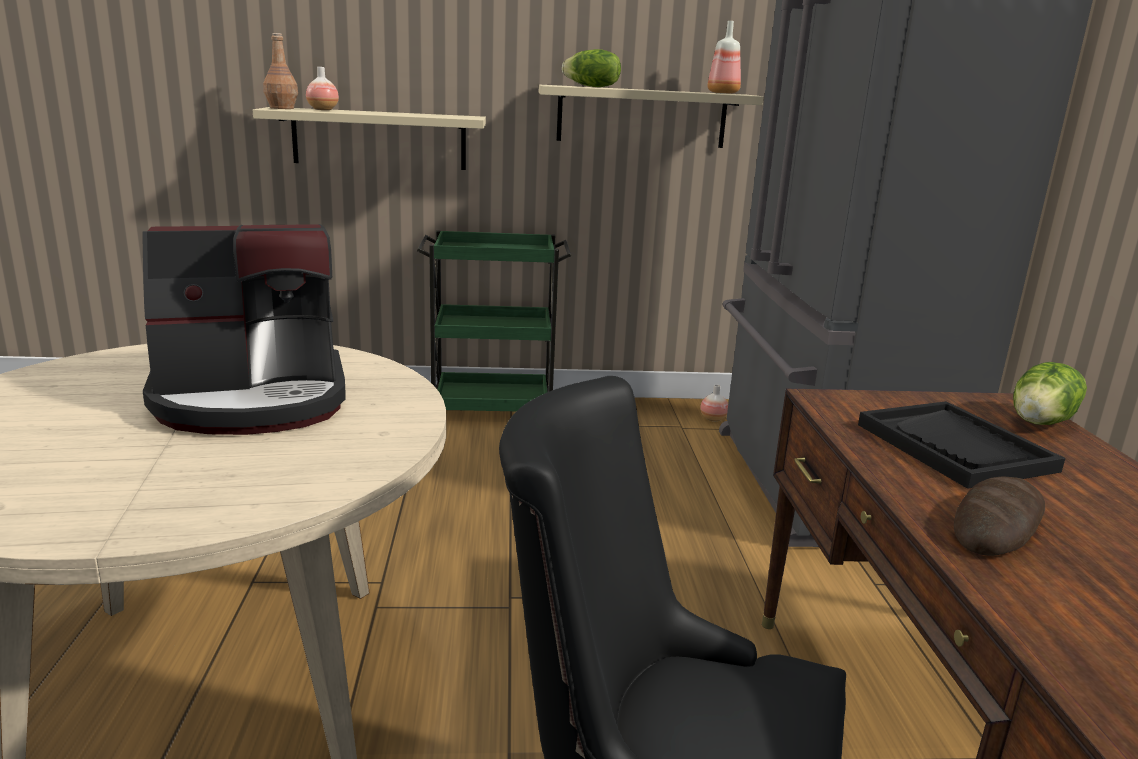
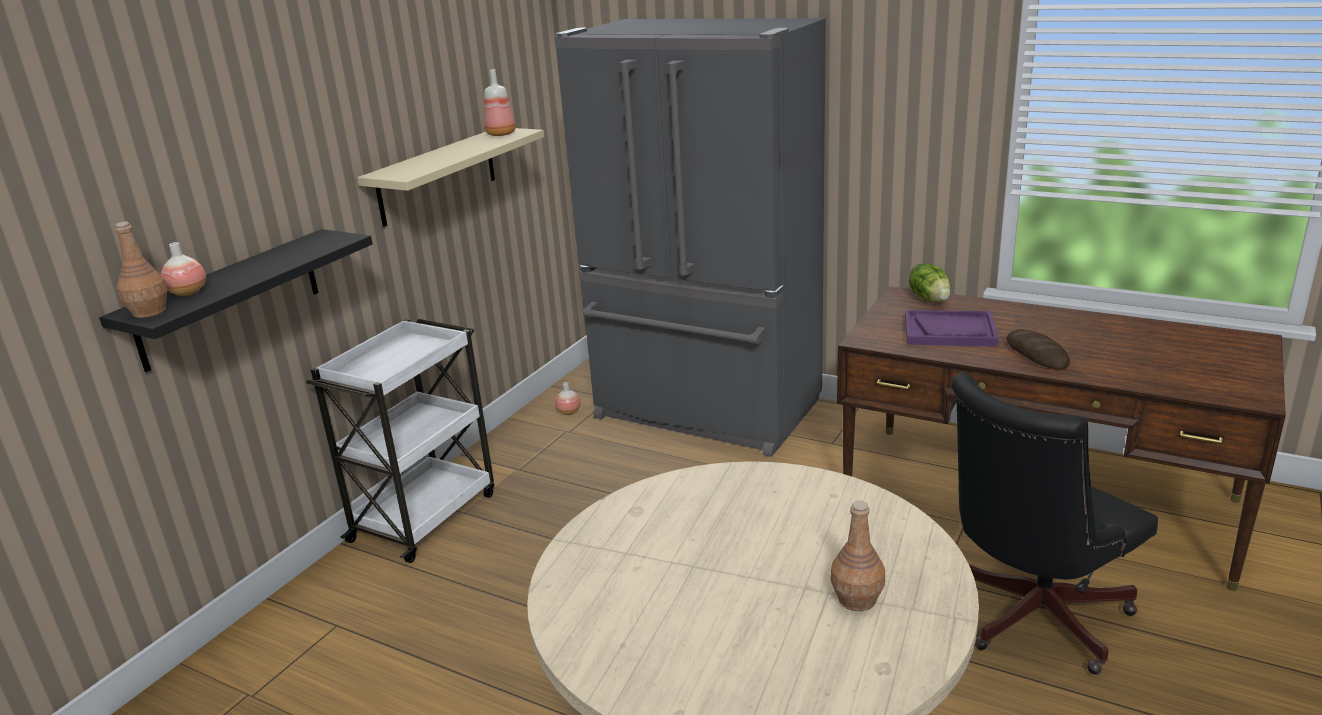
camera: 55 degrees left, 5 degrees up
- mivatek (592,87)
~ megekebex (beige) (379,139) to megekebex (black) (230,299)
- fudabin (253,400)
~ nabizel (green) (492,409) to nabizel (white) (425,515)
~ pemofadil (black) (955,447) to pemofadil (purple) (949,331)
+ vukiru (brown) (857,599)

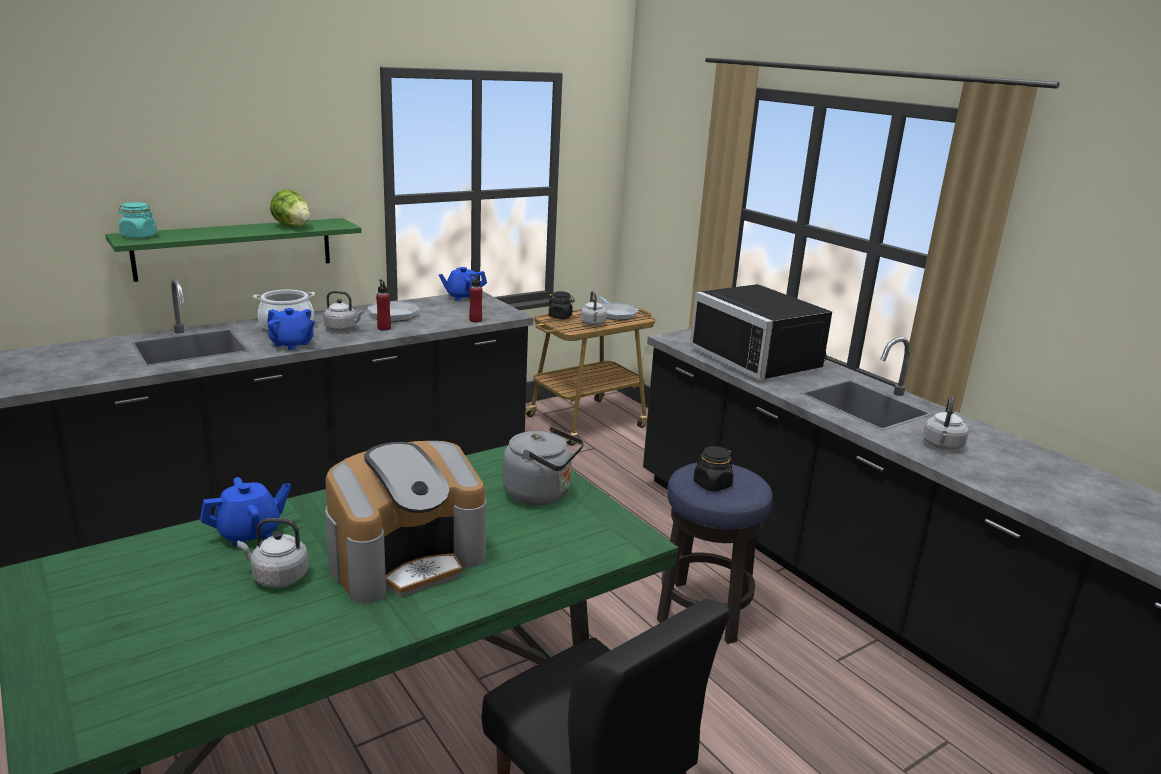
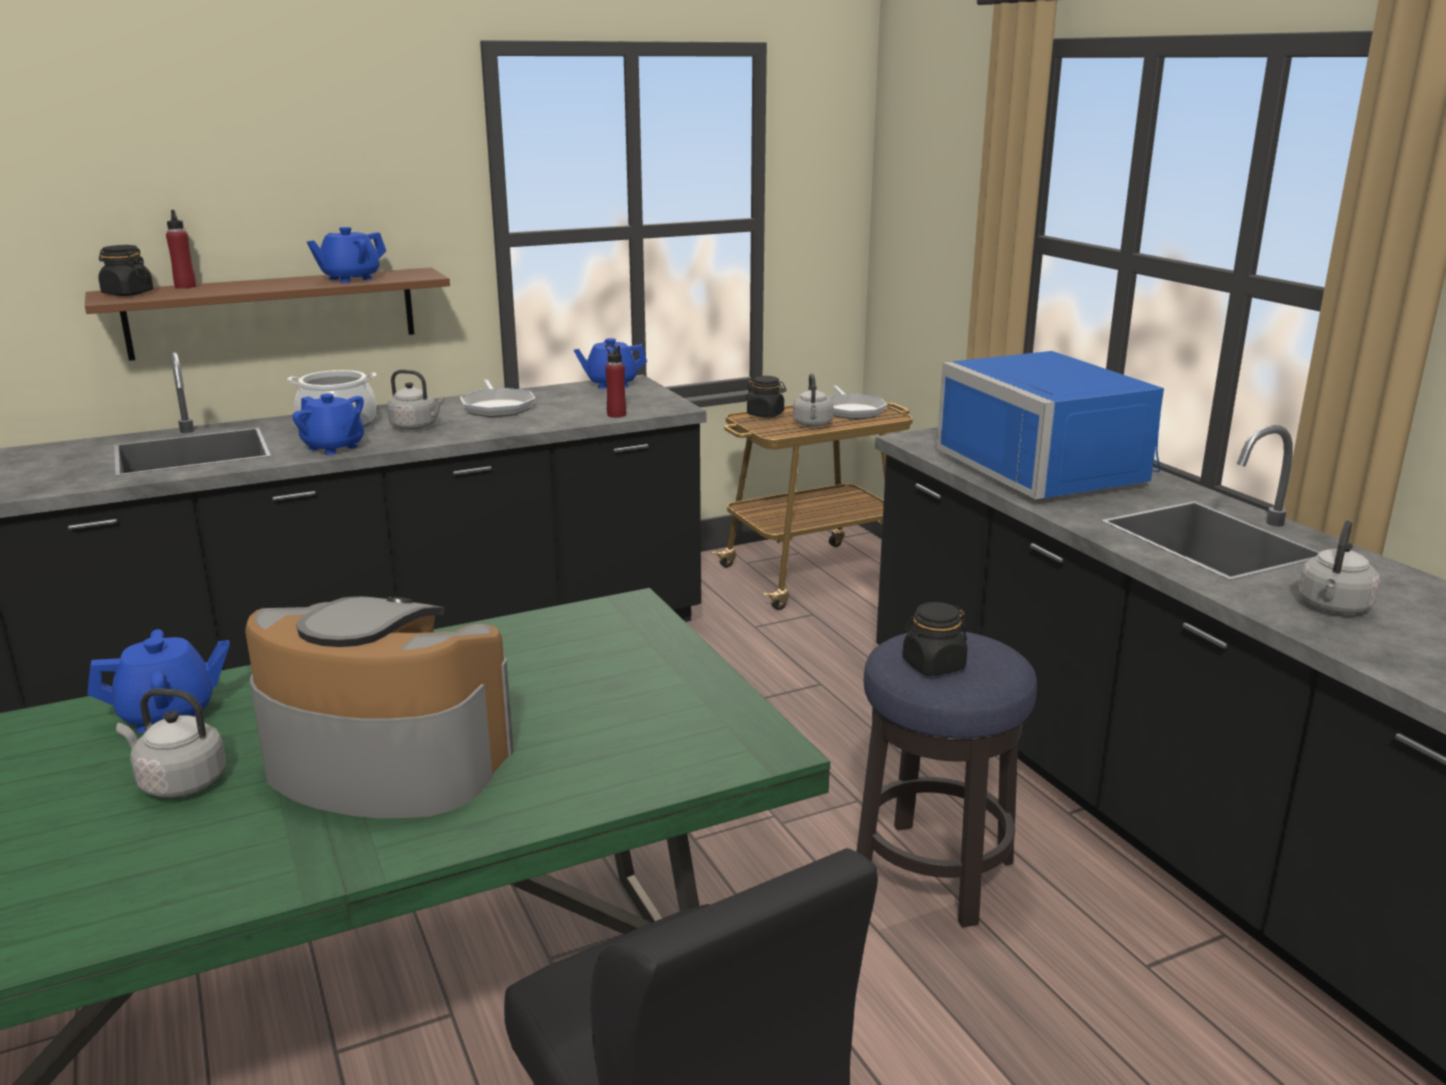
camera: 10 degrees right, 0 degrees up
~ mivatek (292,227) to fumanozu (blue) (350,279)
~ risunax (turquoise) (139,236) to risunax (black) (127,293)
~ megekebex (green) (235,248) to megekebex (brown) (273,312)
~ vukiru (red) (384,328) to (185,287)
~ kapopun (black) (761,359) to kapopun (blue) (1052,469)
- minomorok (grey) (541,494)
~ fudabin (407,559) = (384,763) 135 degrees counterclockwise

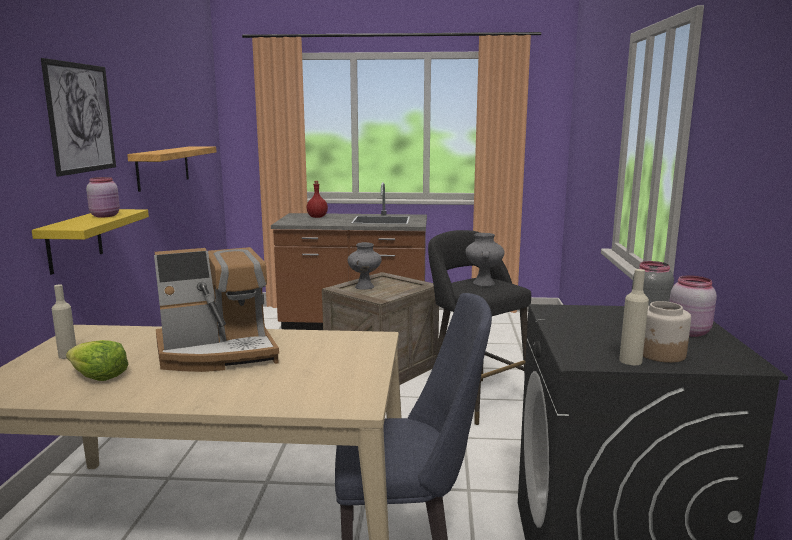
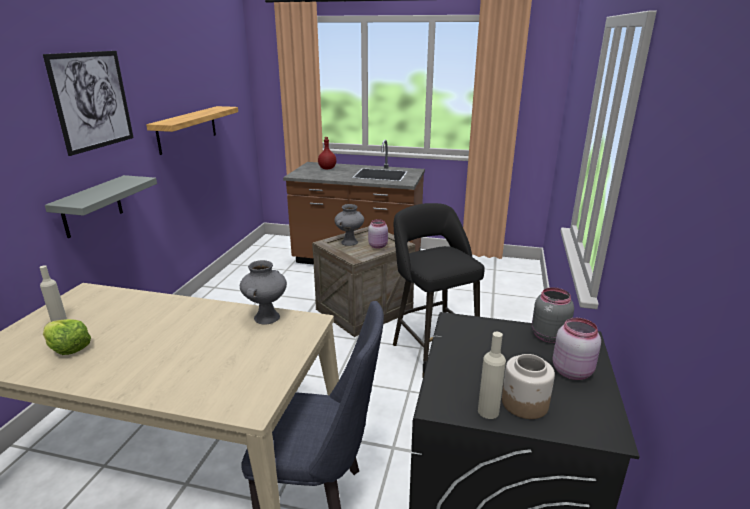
camera: 10 degrees right, 10 degrees up
~ risunax (pink) (106,216) to (378,246)
~ megekebex (yellow) (74,241) to megekebex (grey) (92,206)
~ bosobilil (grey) (483,283) to (266,317)
- fudabin (218,352)

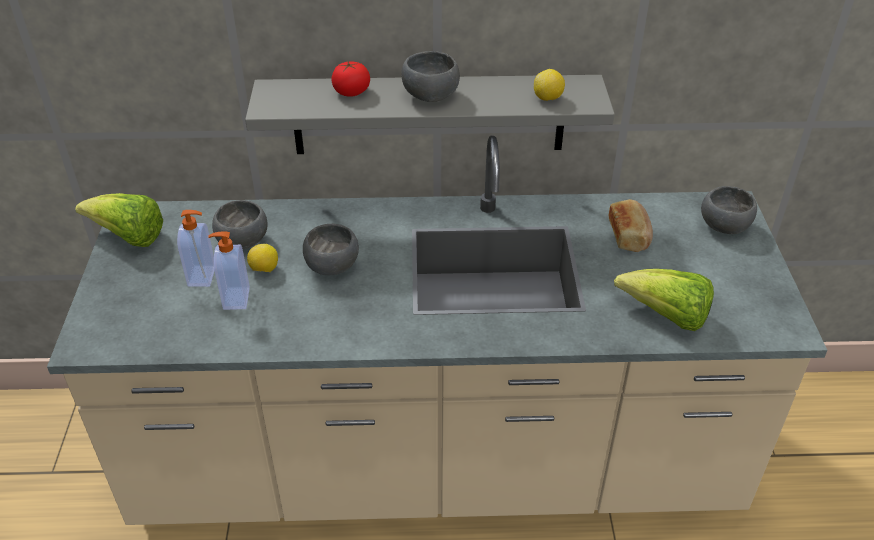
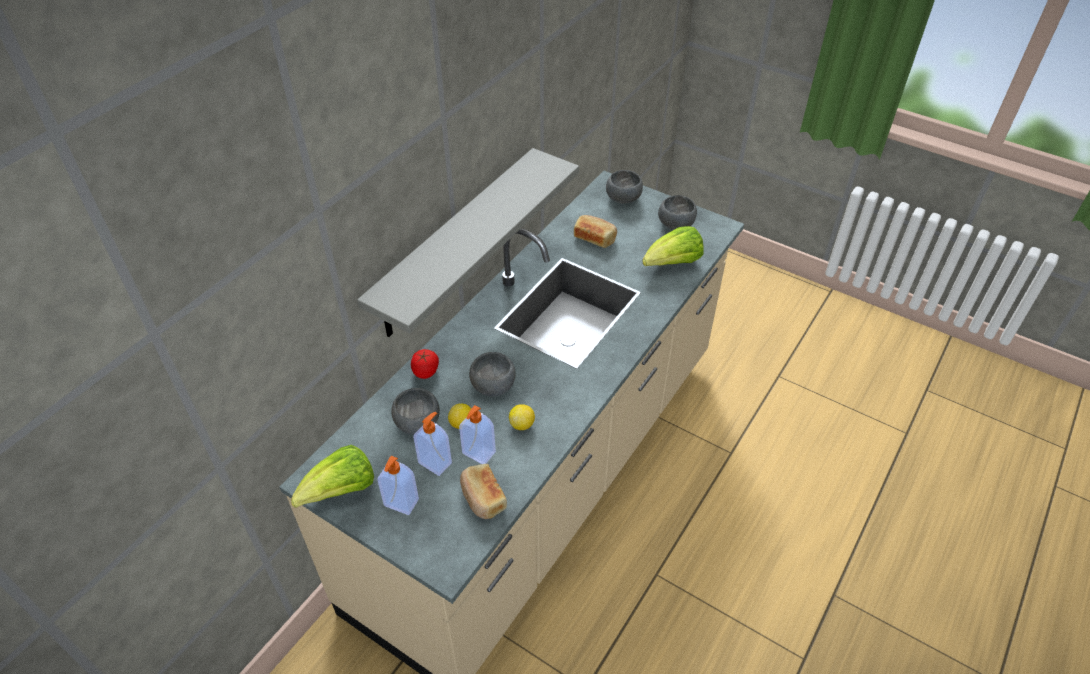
camera: 55 degrees left, 5 degrees up
~ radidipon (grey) (430,97) to (676,225)
~ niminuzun (351,92) to (425,371)
~ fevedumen (548,98) to (522,424)
+ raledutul (401,503)
+ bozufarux (482,498)

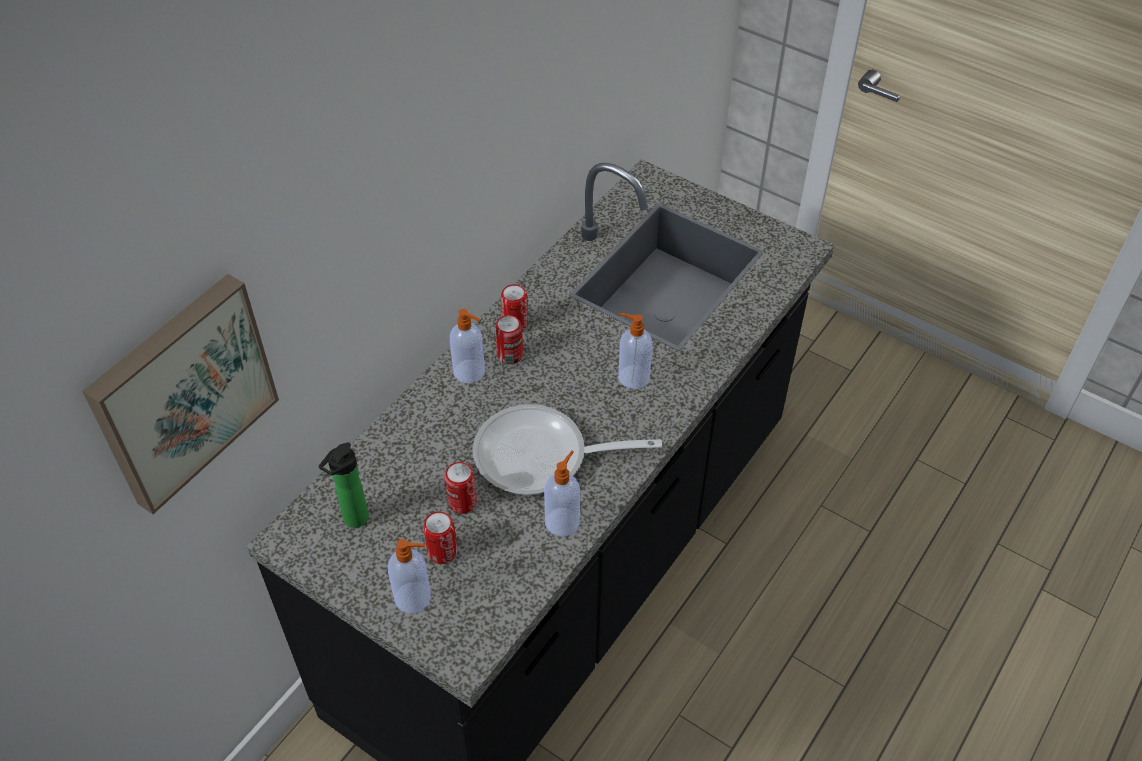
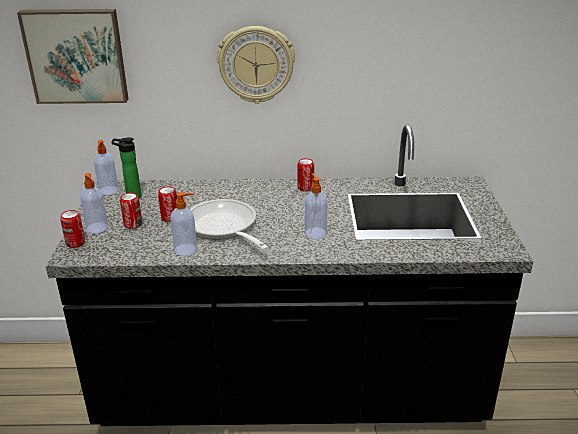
camera: 55 degrees right, 20 degrees down
~ raledutul (470,372) to (108,191)
~ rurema (510,355) to (75,243)
+ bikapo (256,64)

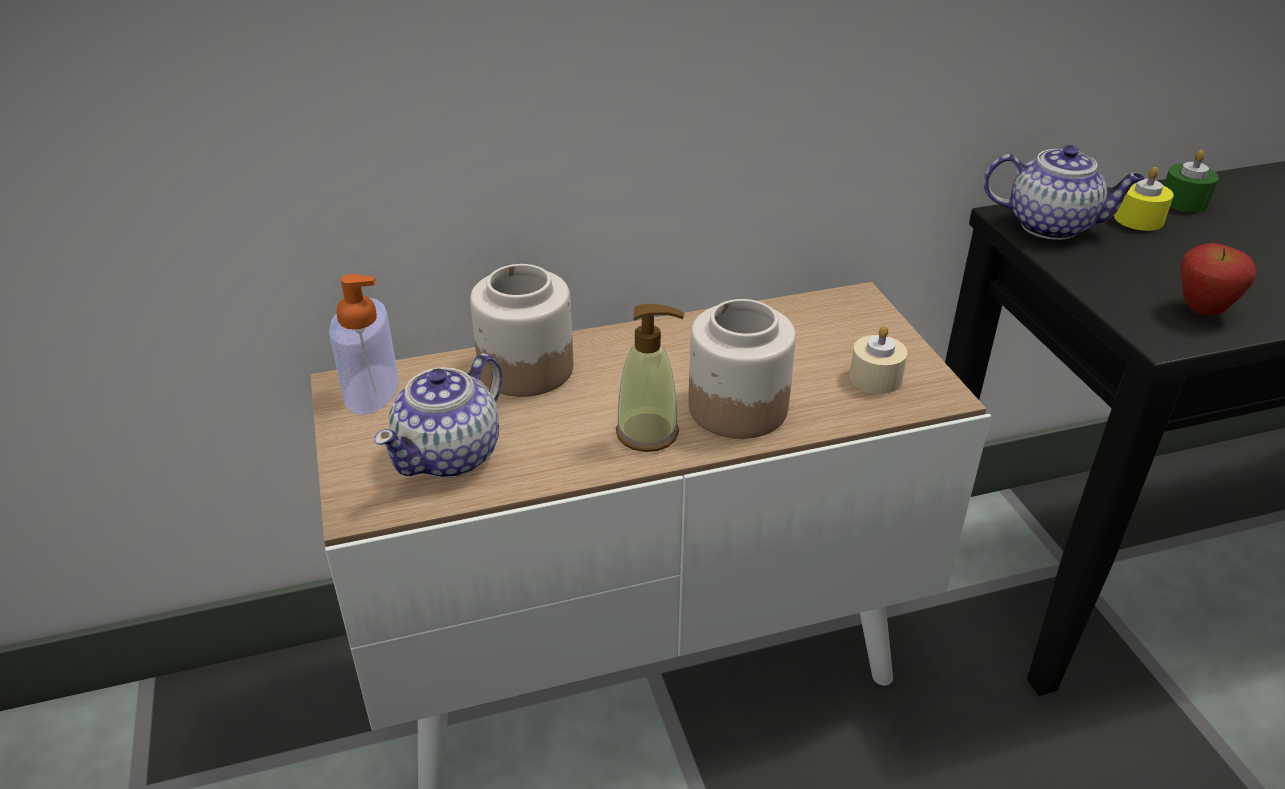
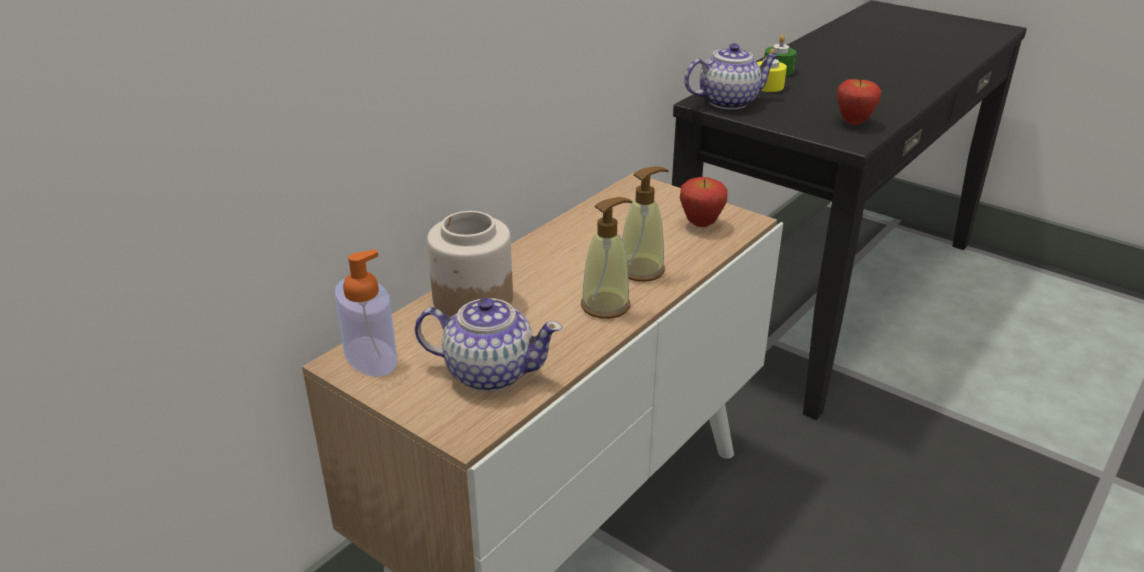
camera: 35 degrees left, 5 degrees down
~ risunax (737,407) to raledutul (641,270)
~ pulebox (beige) (875,378) to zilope (701,224)
~ fumanozu (451,455) = (489,372) 75 degrees counterclockwise

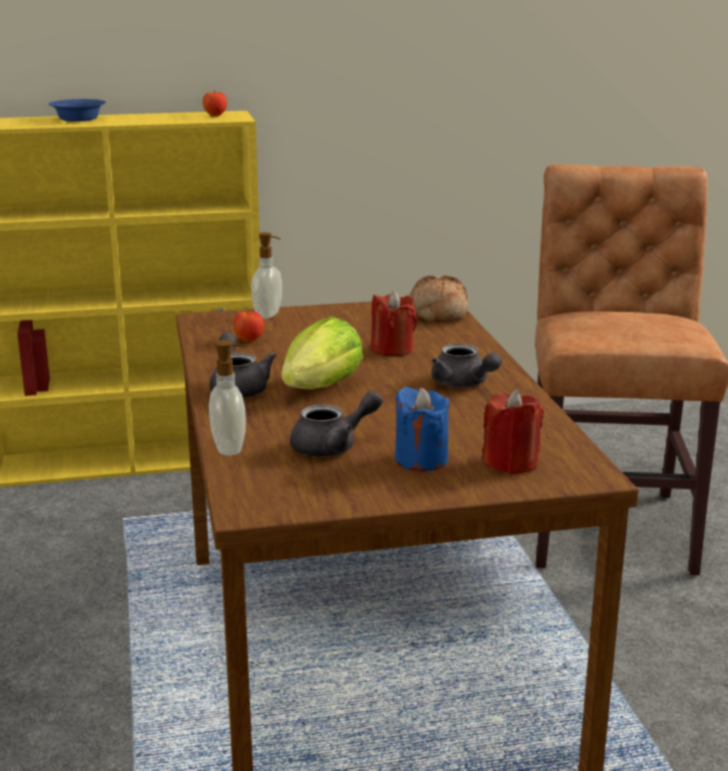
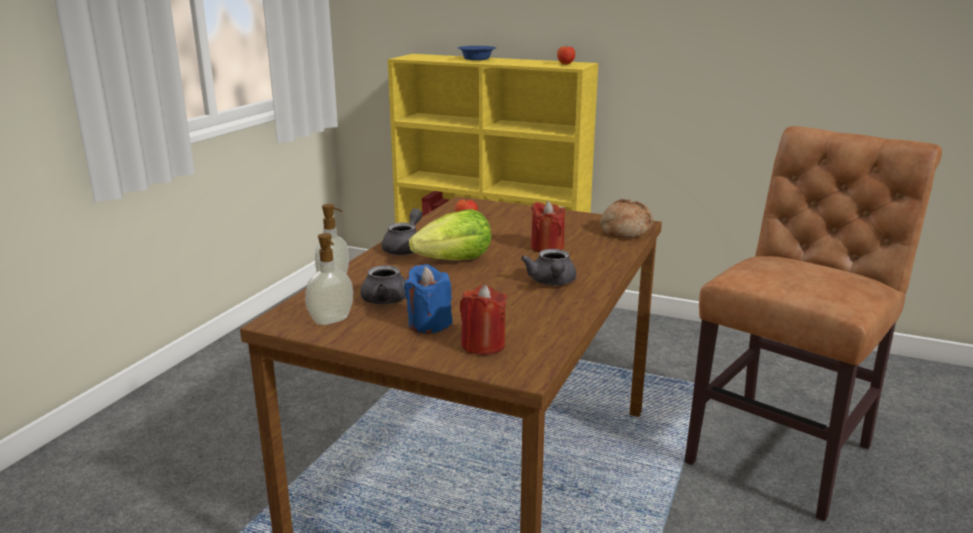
camera: 35 degrees right, 0 degrees up
~ raledutul (269,315) to (332,321)

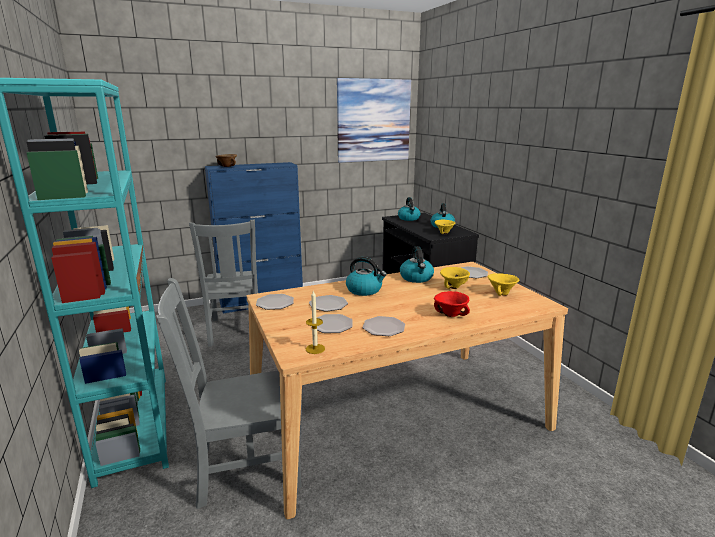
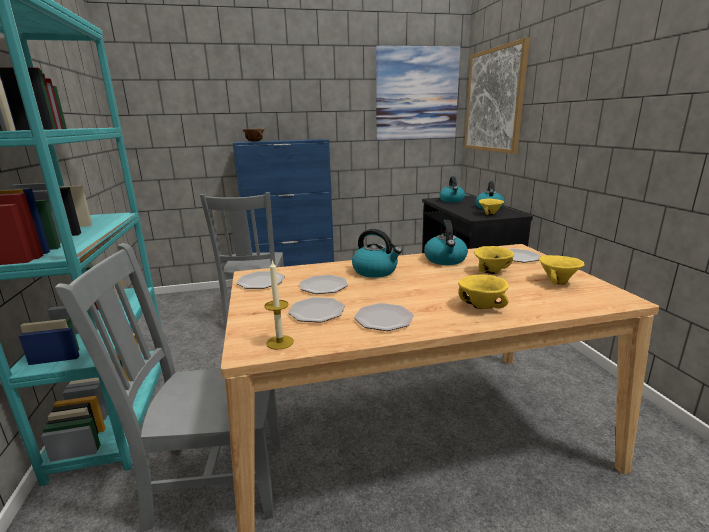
camera: 10 degrees right, 0 degrees up
~ radidipon (red) (451,315) to radidipon (yellow) (482,306)
+ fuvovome (494,100)

